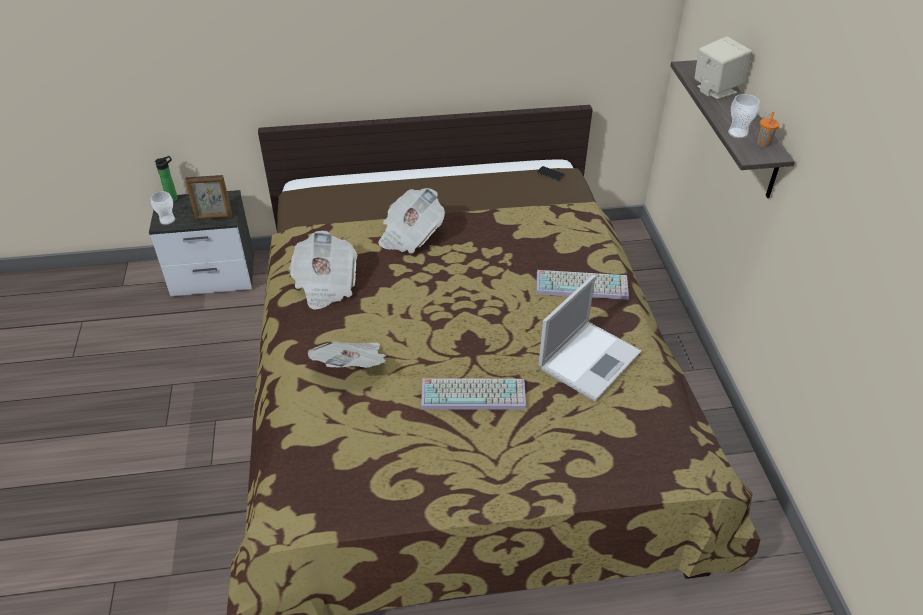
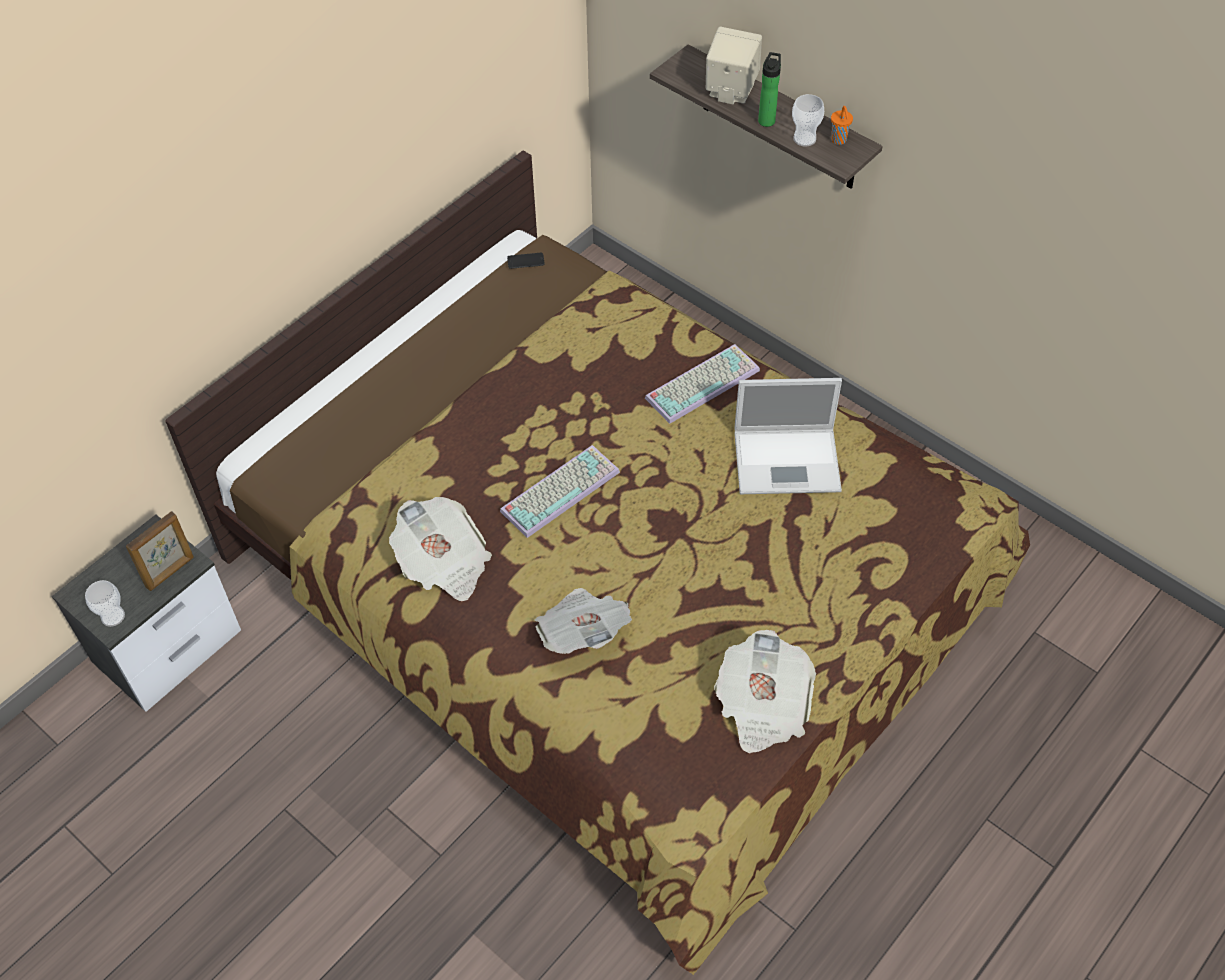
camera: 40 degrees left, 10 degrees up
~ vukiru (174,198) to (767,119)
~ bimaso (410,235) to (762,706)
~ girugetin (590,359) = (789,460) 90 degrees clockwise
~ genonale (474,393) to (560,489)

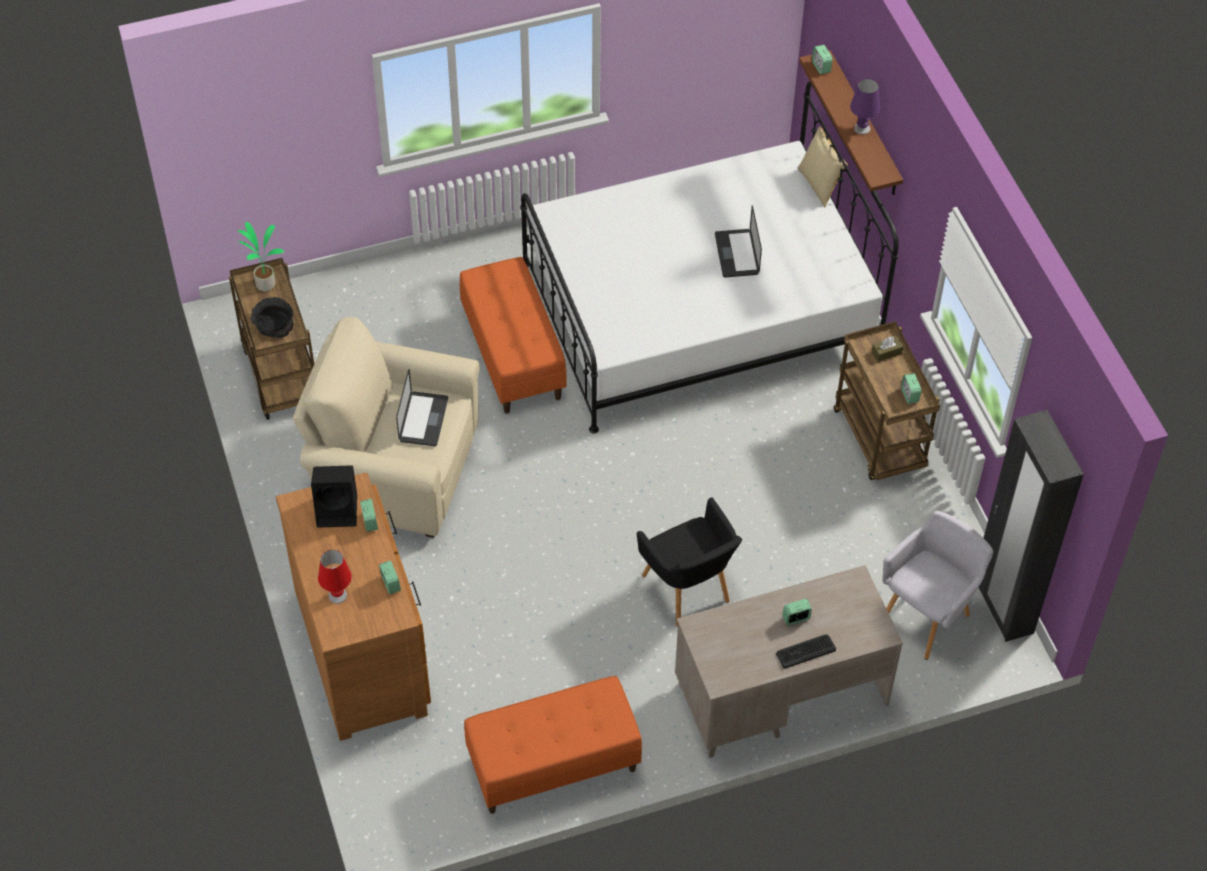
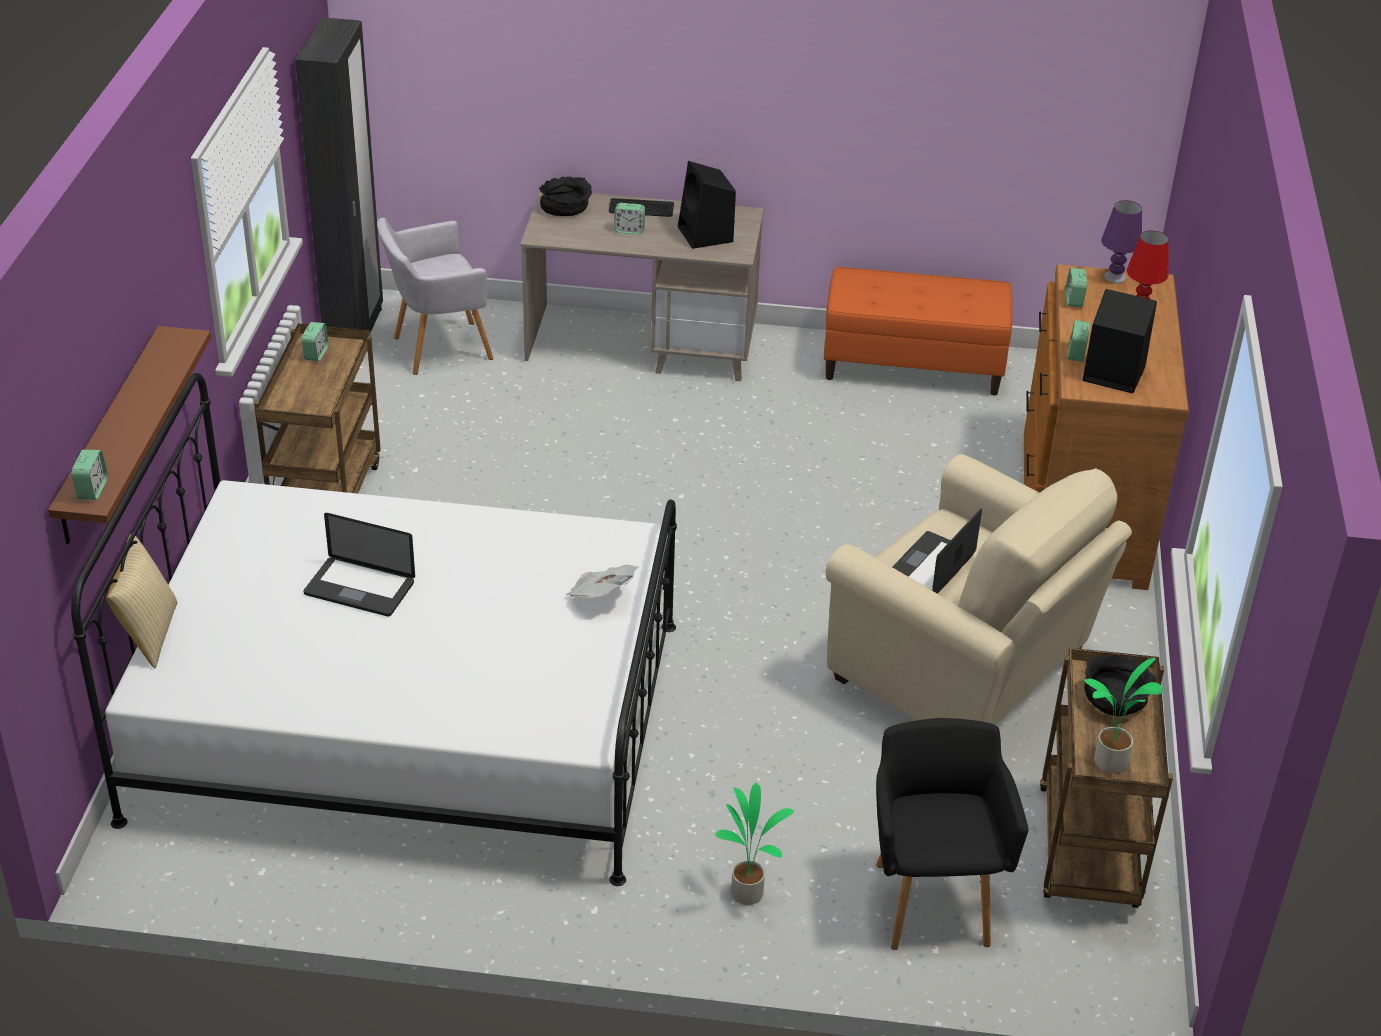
camera: 155 degrees left, 15 degrees down
~ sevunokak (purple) (862,128) to (1115,277)
~ girugetin (736,254) = (359,588) 90 degrees clockwise
- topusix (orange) (514,356)
- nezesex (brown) (886,352)
~ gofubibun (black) (687,592) to (932,897)
+ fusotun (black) (706,235)
+ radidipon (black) (566,207)
+ bimaso (601,595)
+ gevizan (748,892)

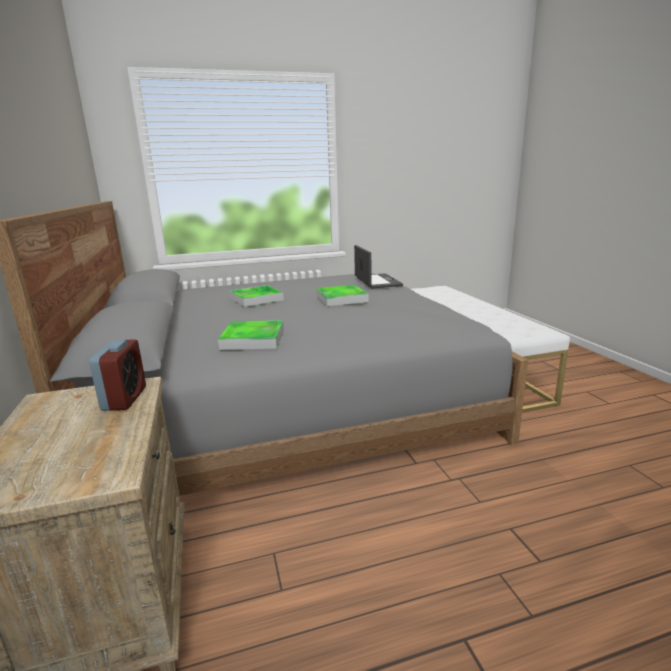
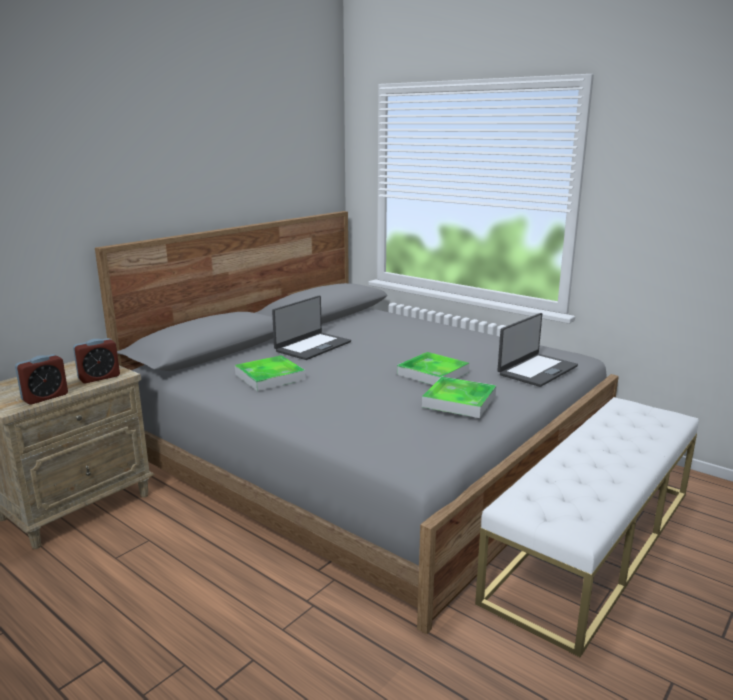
camera: 55 degrees right, 0 degrees up
~ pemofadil (256,299) to (459,401)
+ girugetin (312,346)
+ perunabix (45,397)

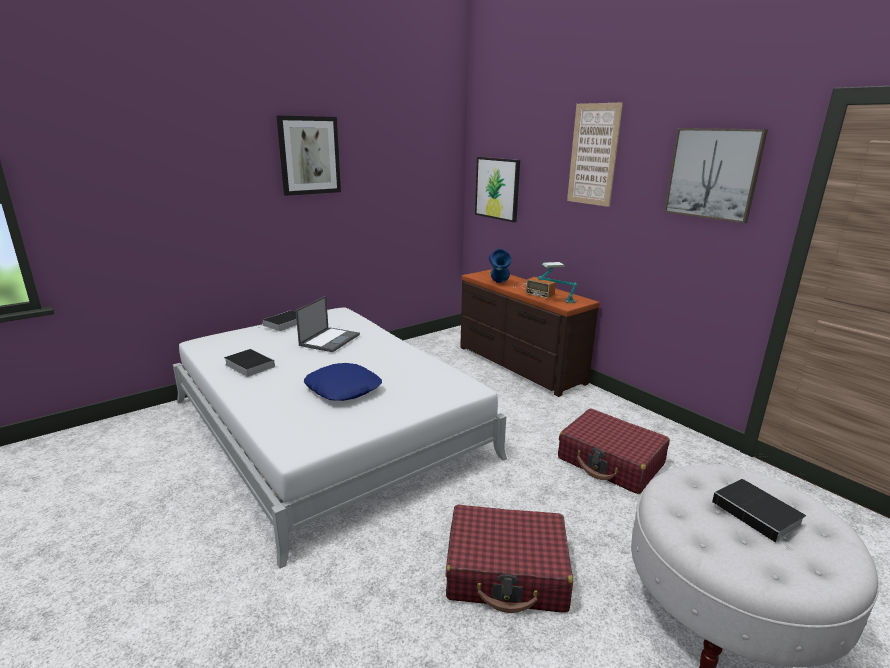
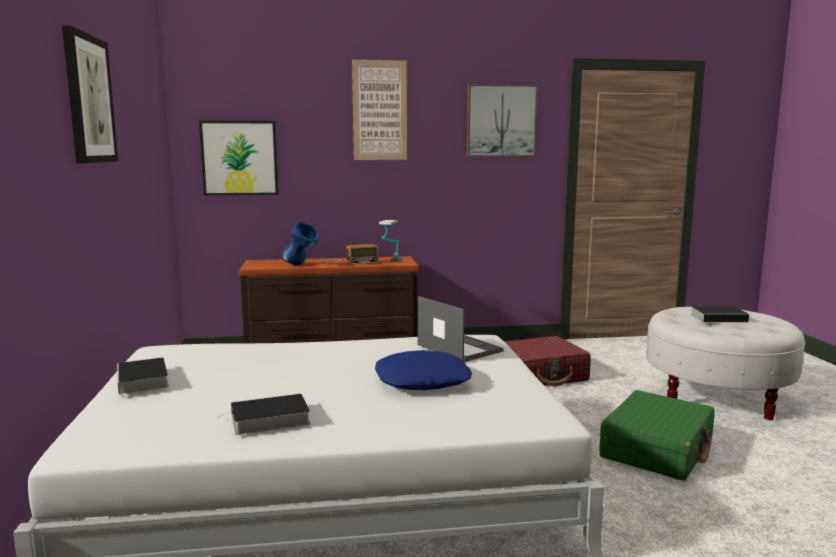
camera: 60 degrees left, 10 degrees down
~ girugetin (330,340) to (458,348)
~ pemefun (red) (507,571) to pemefun (green) (657,449)

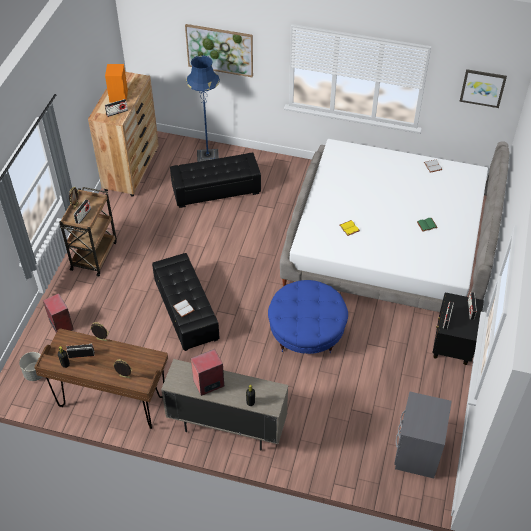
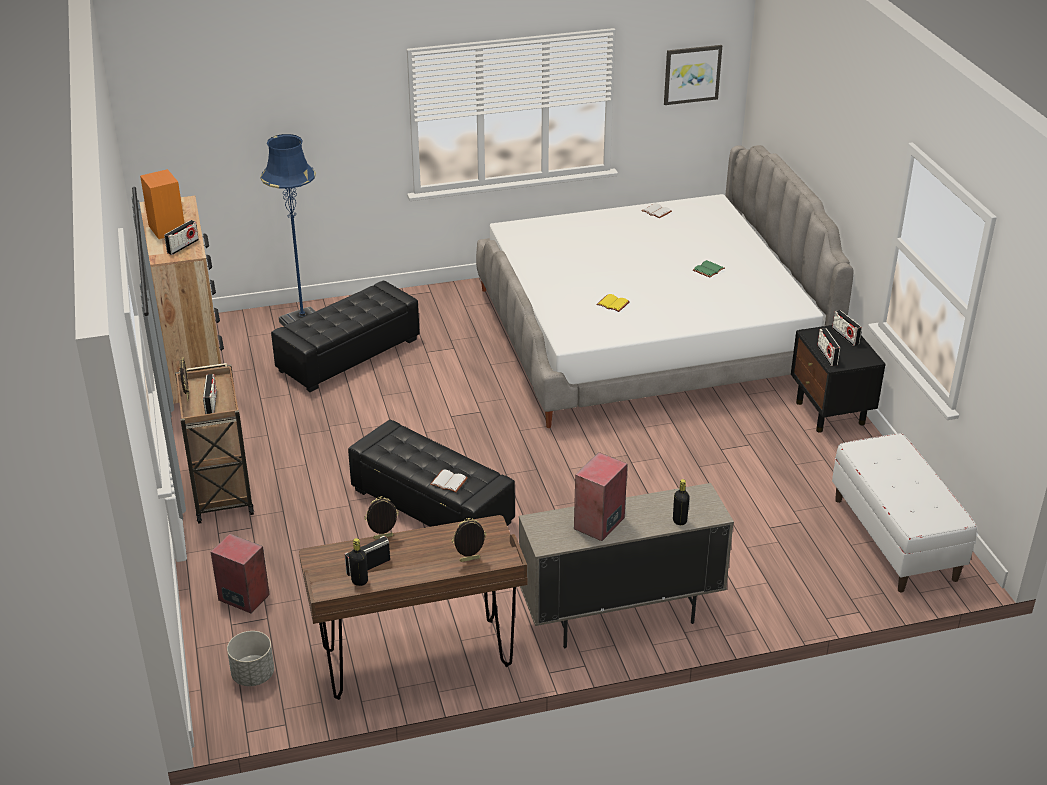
camera: 30 degrees left, 15 degrees down
- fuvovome (220,50)
- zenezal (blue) (306,331)
~ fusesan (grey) (416,452) to topusix (white) (895,539)

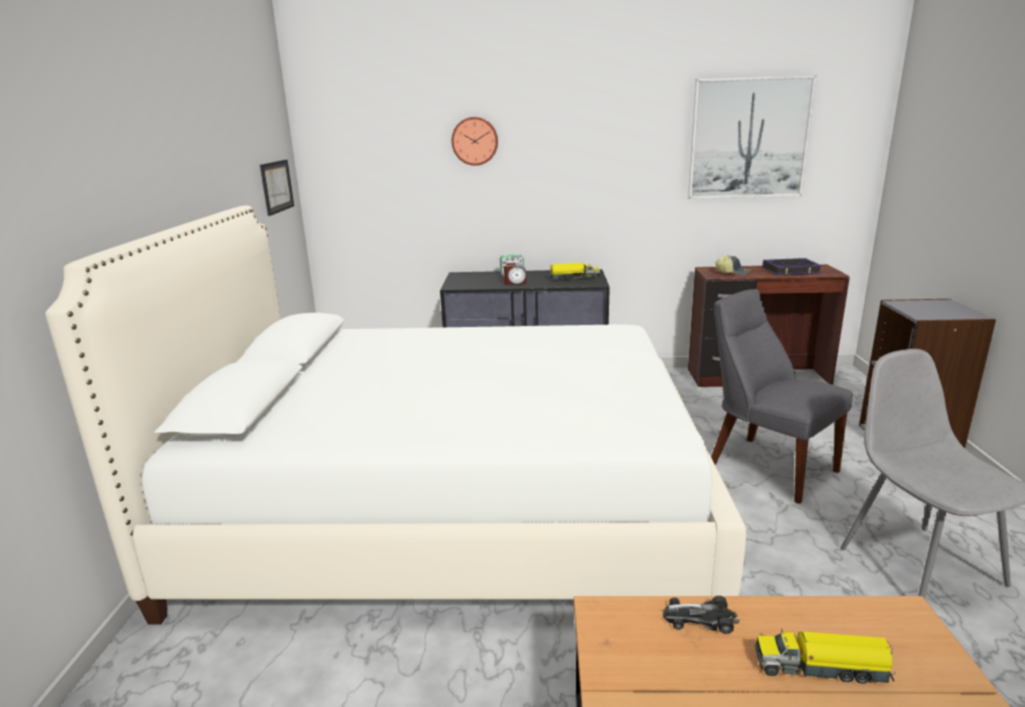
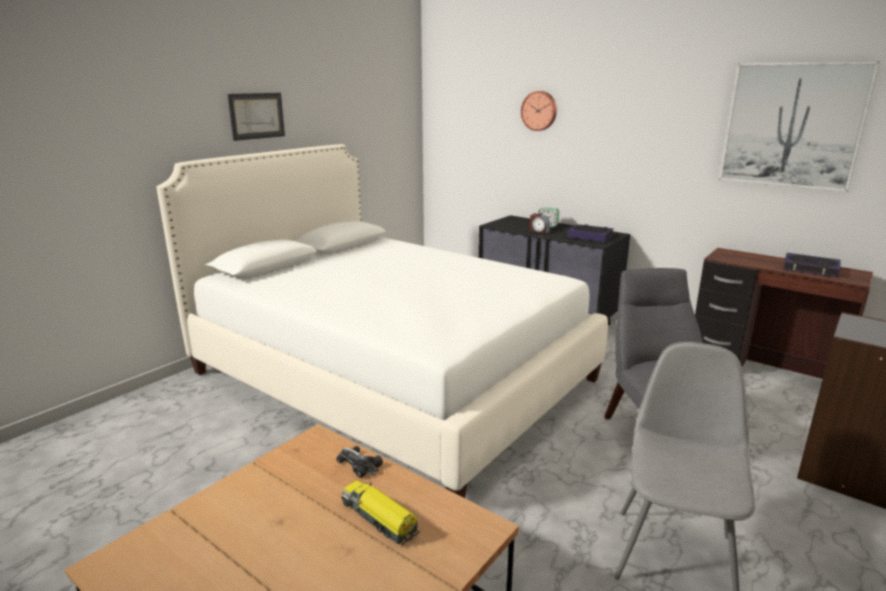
camera: 35 degrees right, 0 degrees up
~ fuvovome (276,186) to (256,116)
- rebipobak (732,272)
~ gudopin (574,278) to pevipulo (590,236)

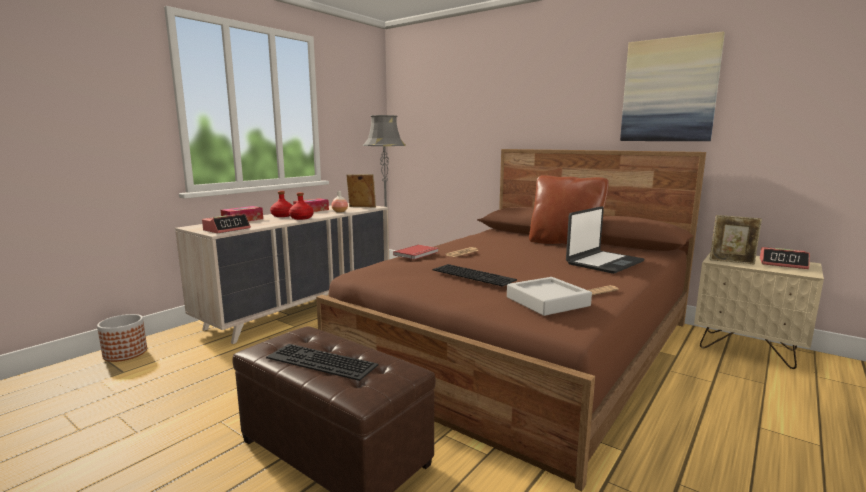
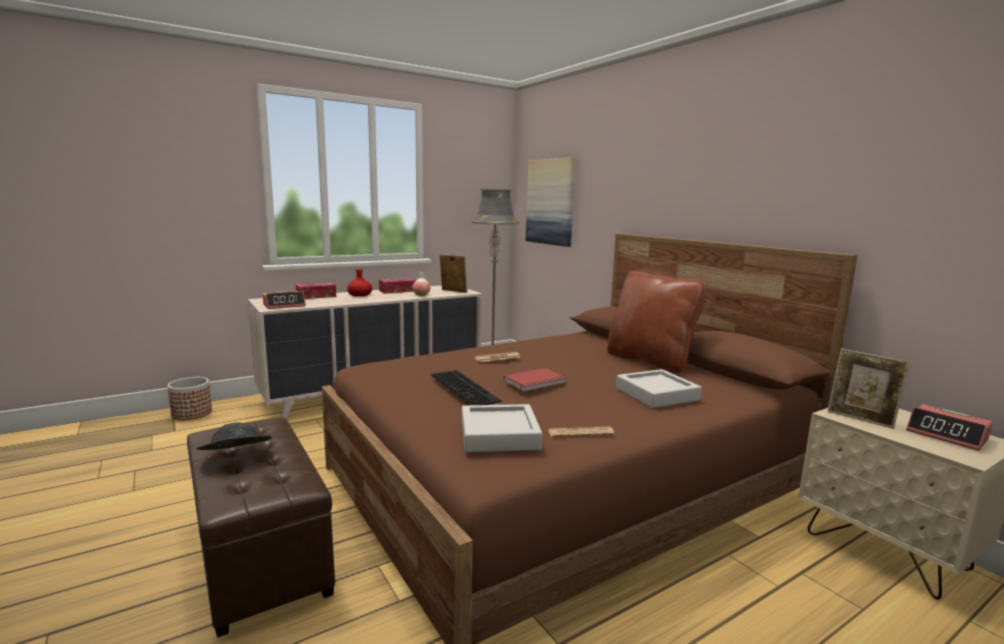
camera: 20 degrees right, 0 degrees up
~ fuvovome (669,90) to (550,202)
- vukiru (red) (301,218)
~ girugetin (604,263) to pemofadil (grey) (656,394)
~ pevipulo (red) (417,254) to (536,382)
~ genonale (319,362) to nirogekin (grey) (235,458)

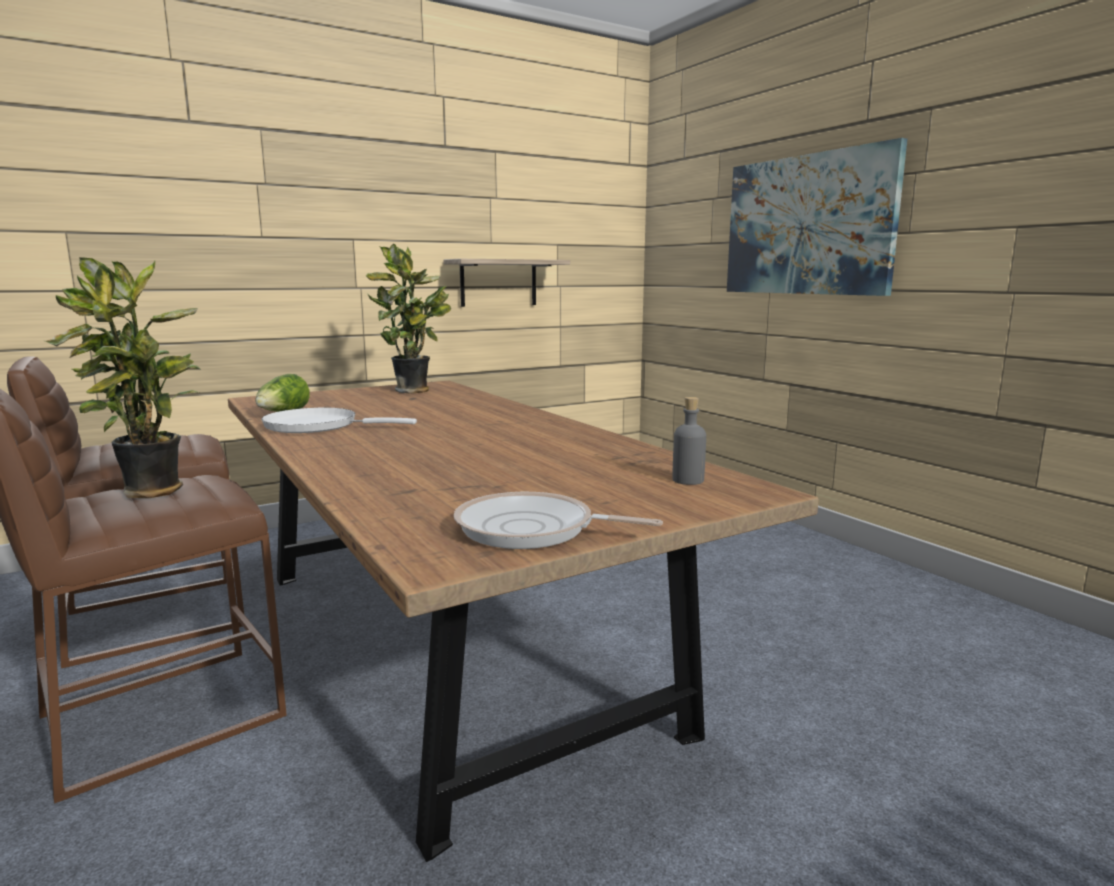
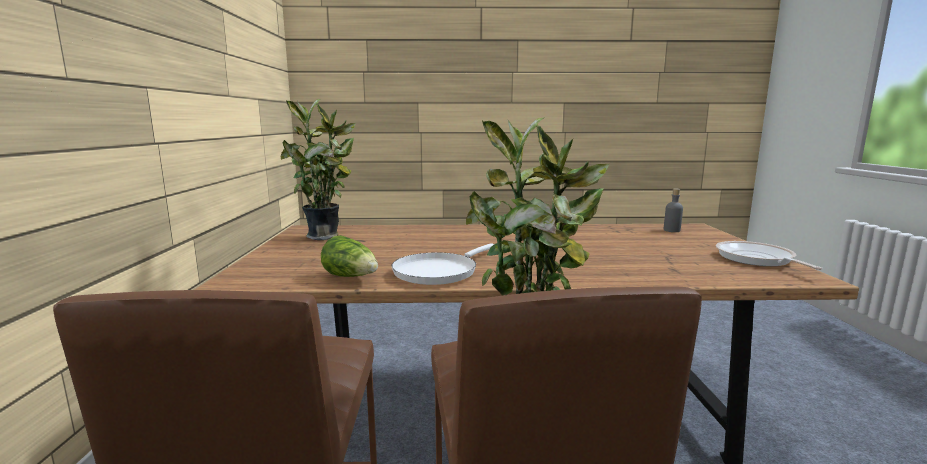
camera: 60 degrees left, 0 degrees up
- fuvovome (807,225)
- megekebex (498,283)
~ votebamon (532,530) = (756,259) 120 degrees clockwise

